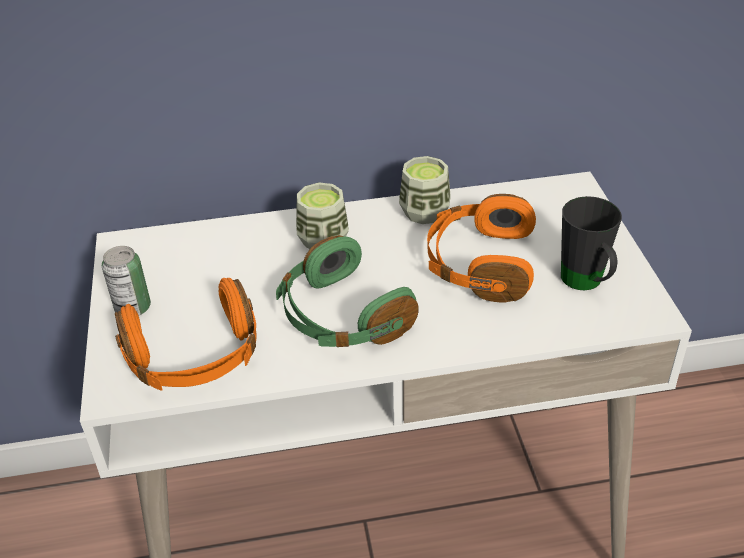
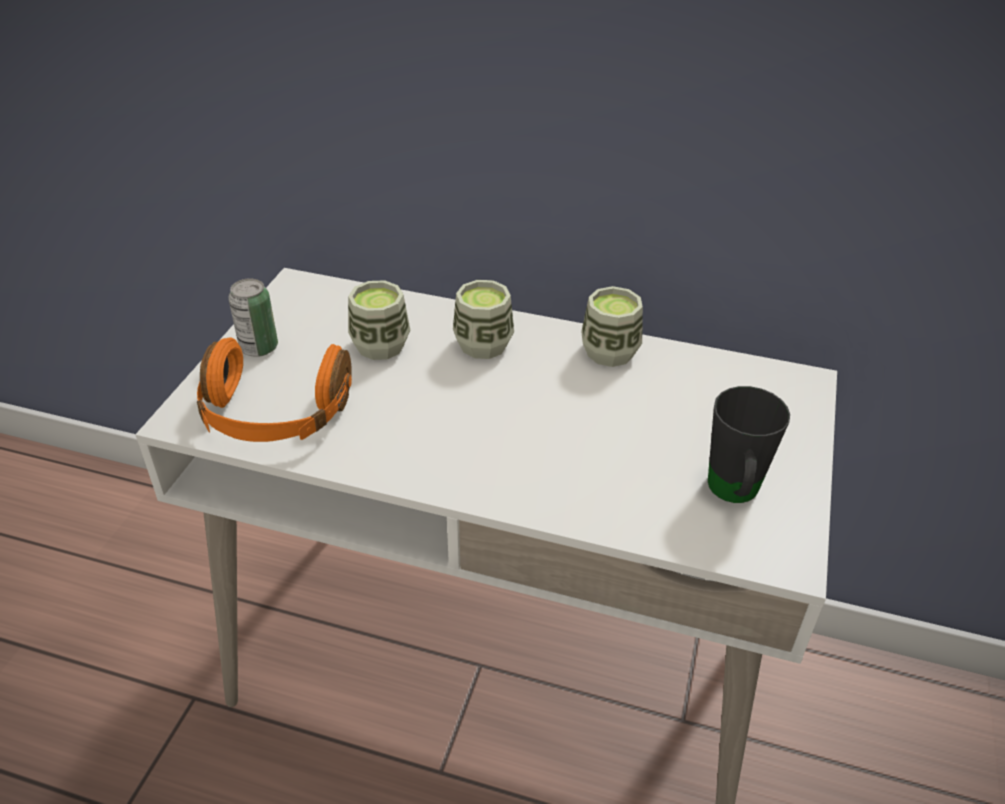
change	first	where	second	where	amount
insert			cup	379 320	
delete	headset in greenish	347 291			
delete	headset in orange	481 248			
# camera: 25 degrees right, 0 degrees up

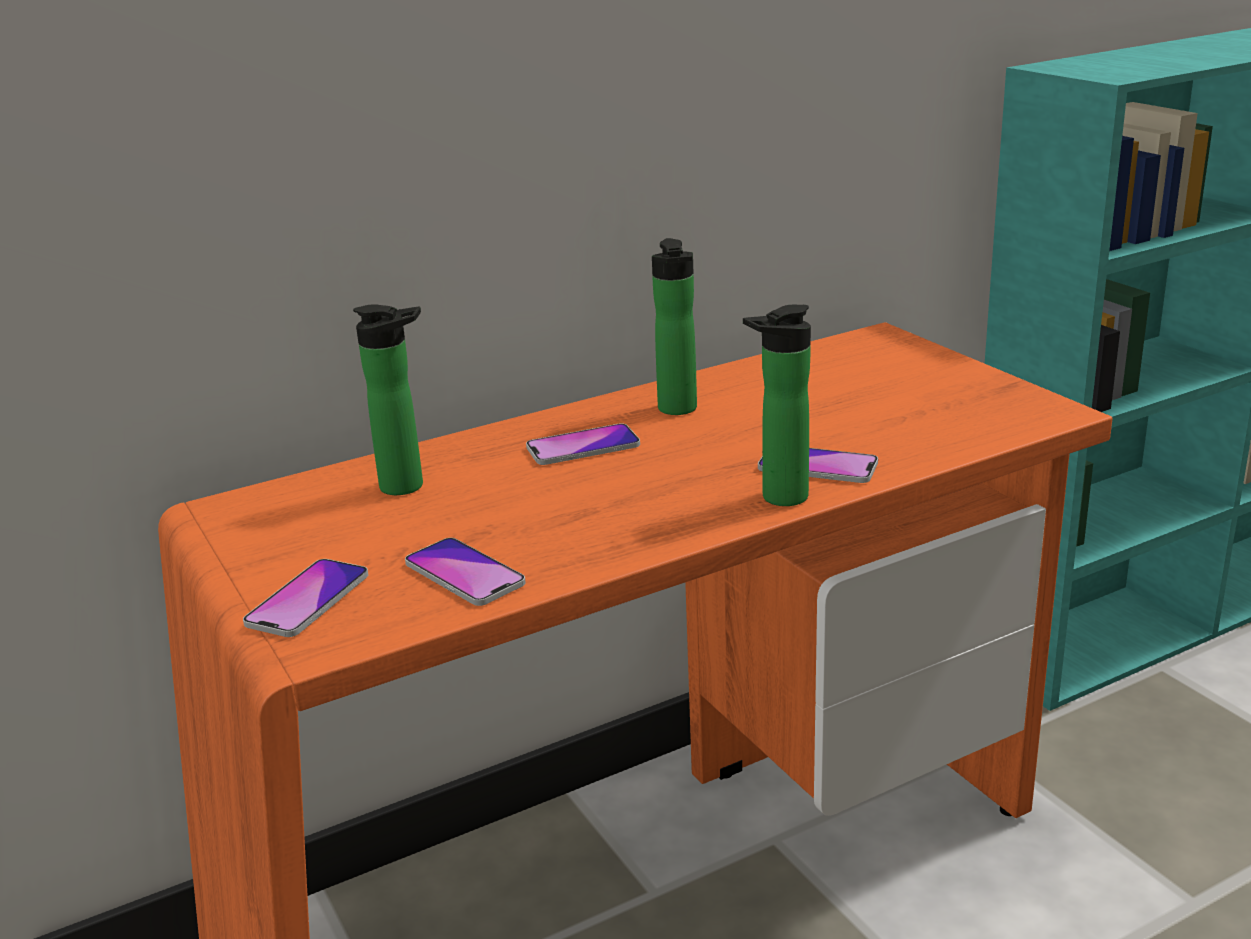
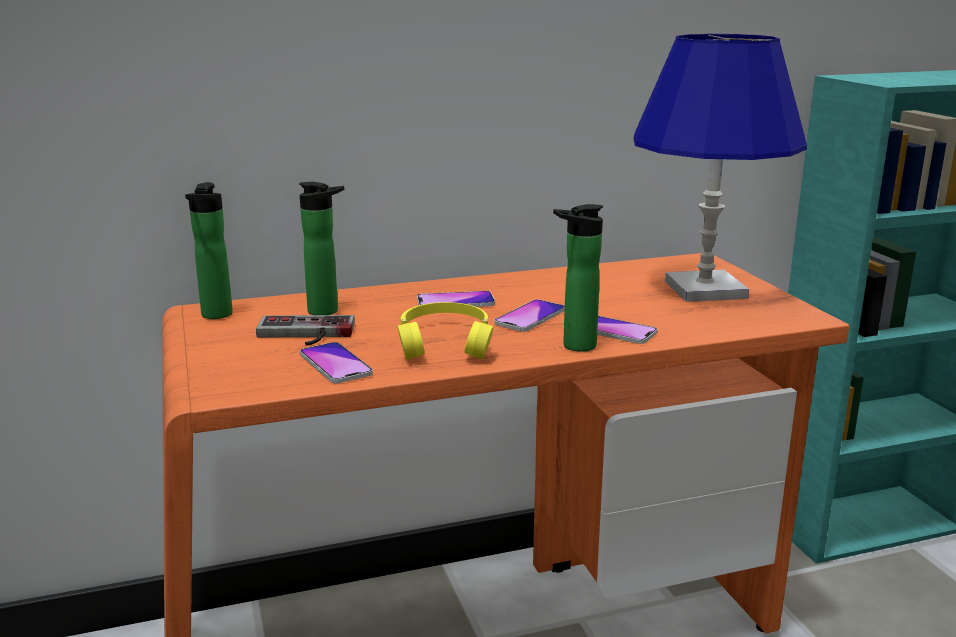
change	first	where	second	where	amount
move	drink bottle	674 326		209 250	
insert			game controller	305 330	
insert			headset in yellow	445 331	
move	telephone	305 598		529 315	
insert			tabletop lamp in blue	720 168	
# camera: 10 degrees right, 5 degrees down

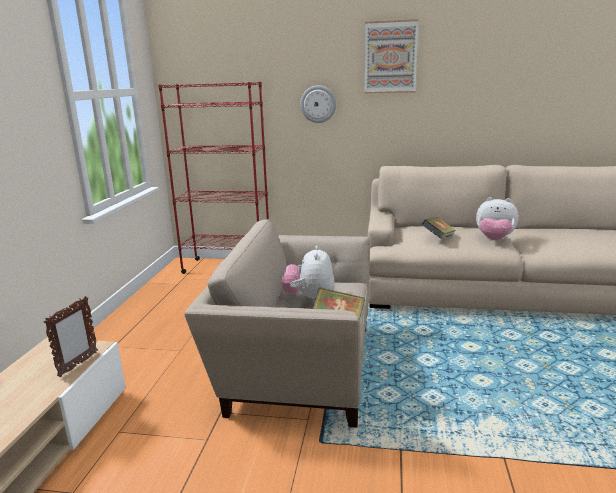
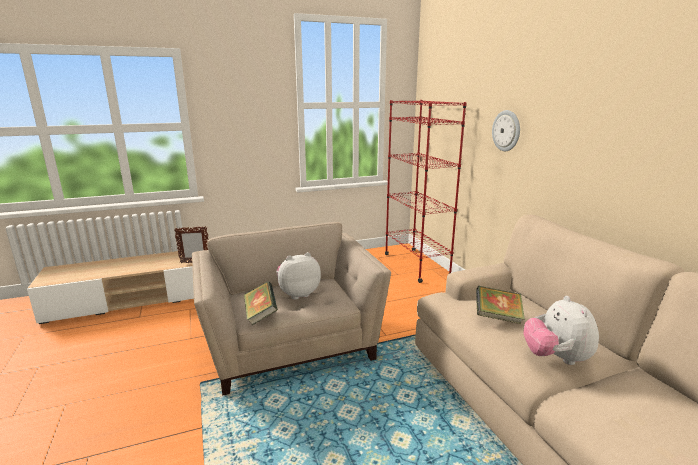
change	first	where	second	where	amount
delete	wall picture	392 56			
# camera: 60 degrees right, 0 degrees up

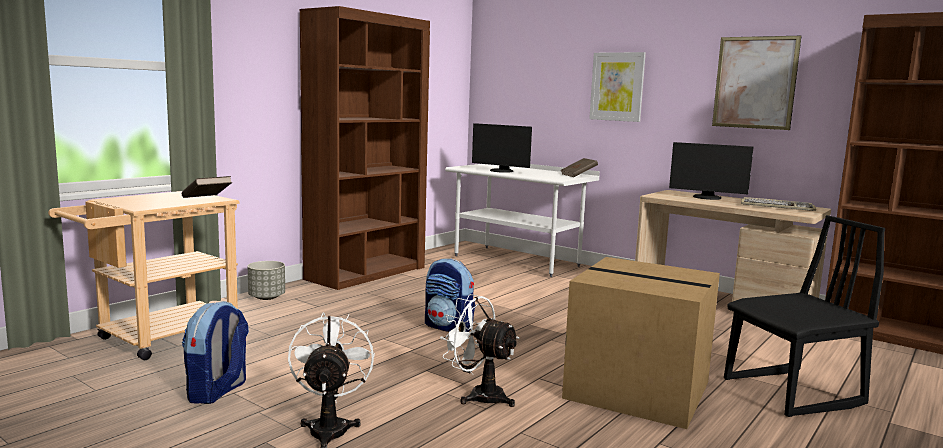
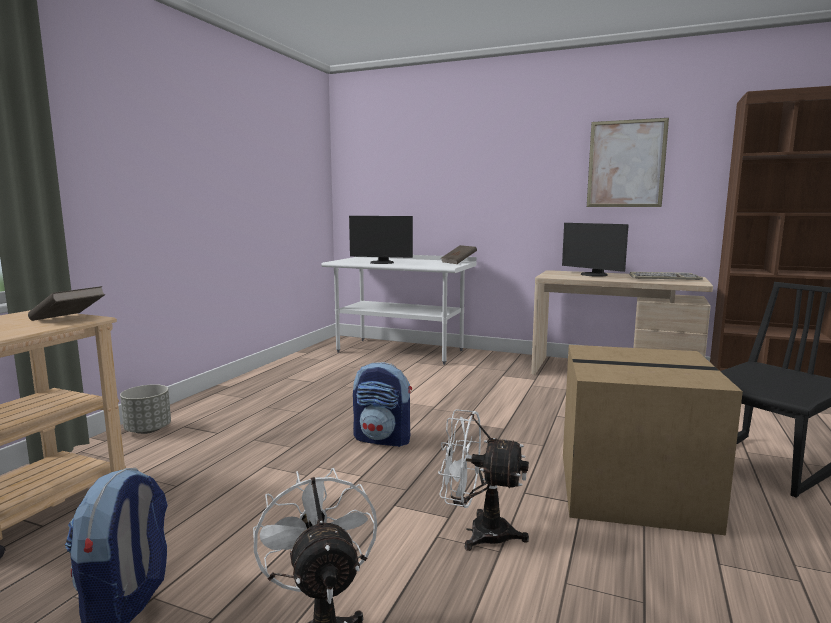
change	first	where	second	where	amount
rotate	computer display	711 171		595 250	45 degrees clockwise
delete	shelving unit in brownish	365 148			
delete	wall picture	617 87			
# camera: 15 degrees left, 0 degrees up

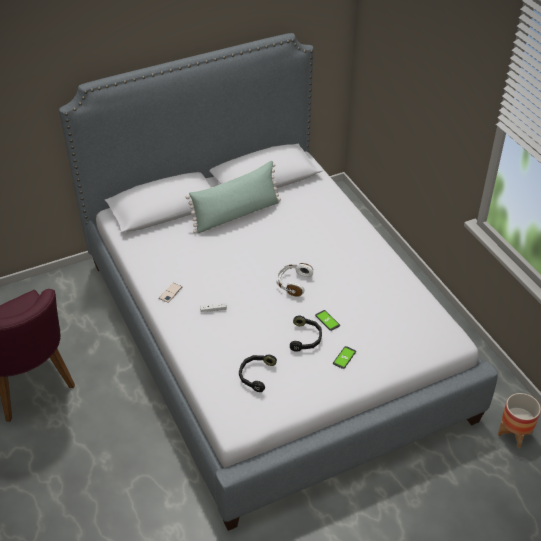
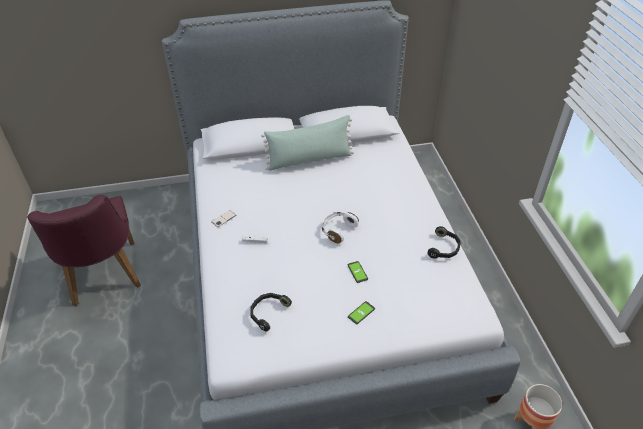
change	first	where	second	where	amount
move	headset in black-coloured	306 334		444 242	
# camera: 15 degrees right, 0 degrees up

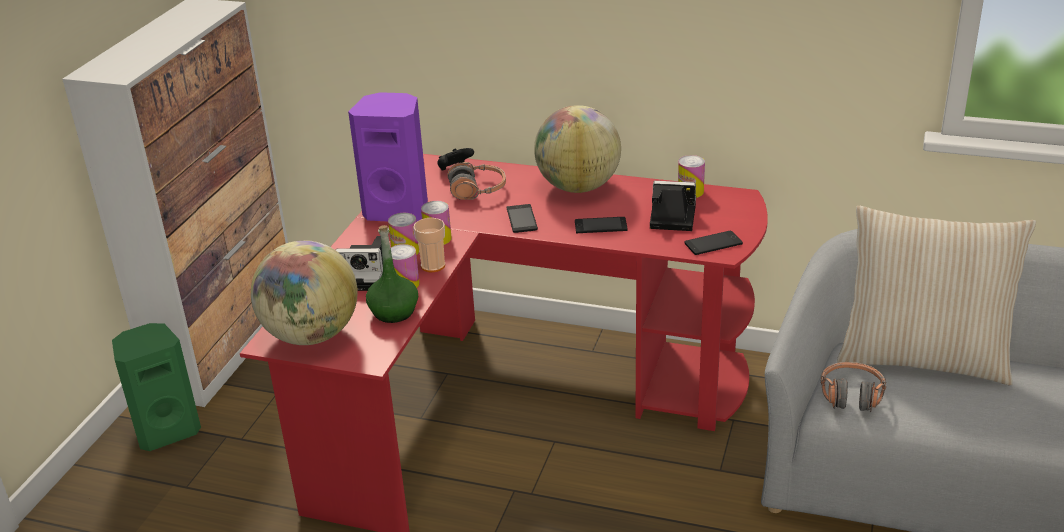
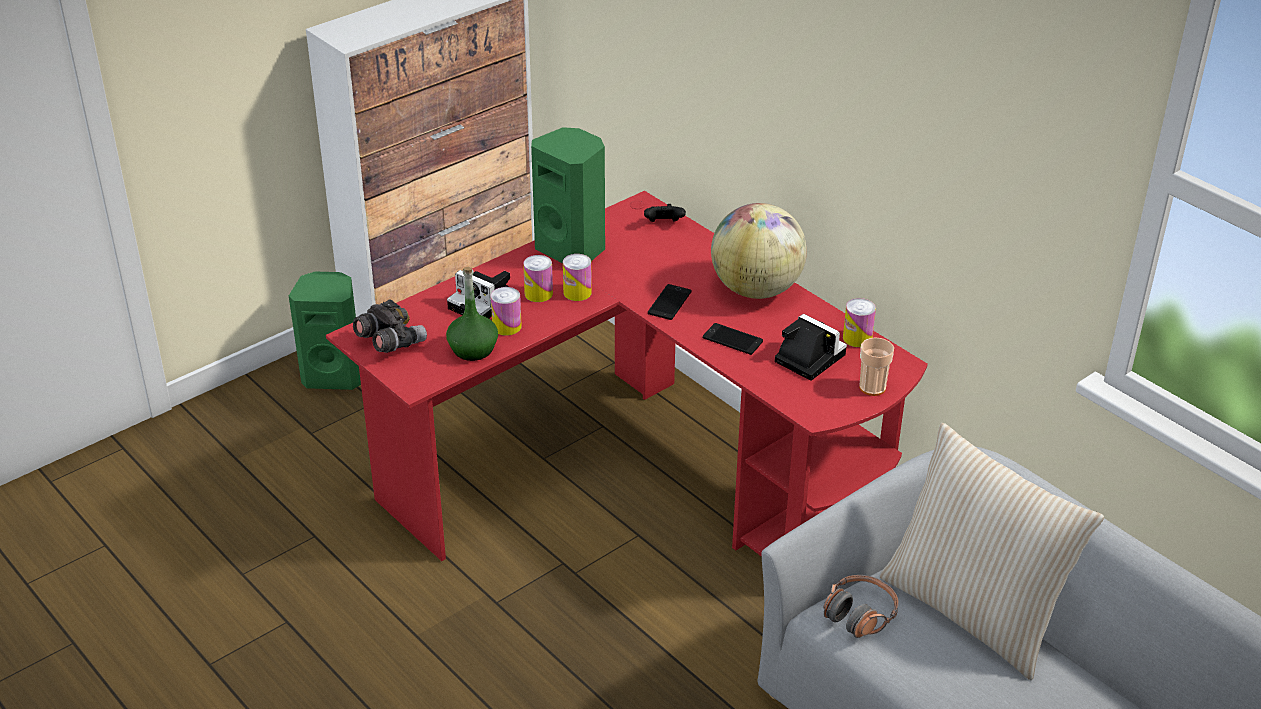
change	first	where	second	where	amount
replace	desk globe	304 292	binoculars in grey	390 326	
recolor	speaker in purplish	388 157	speaker in greenish	568 195	
move	cup	429 245		876 366	
delete	headset	477 181			
delete	telephone	713 243			
# camera: 30 degrees right, 5 degrees up

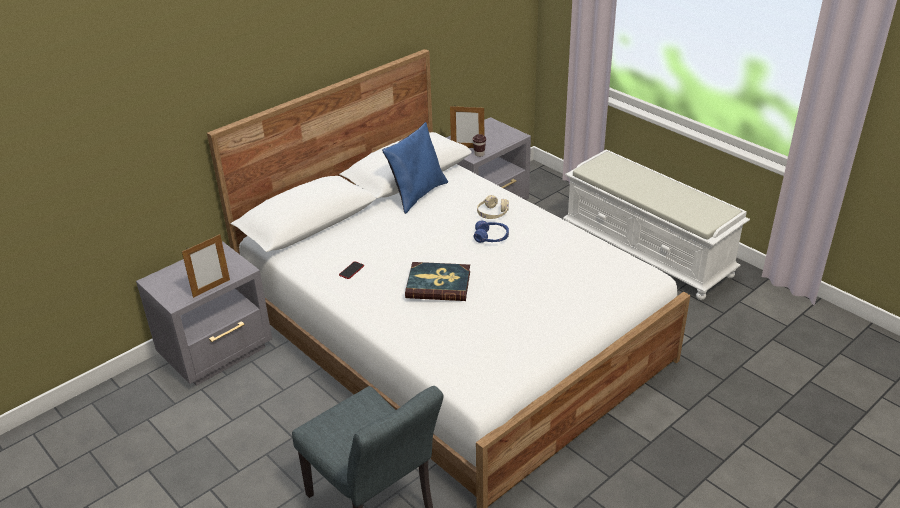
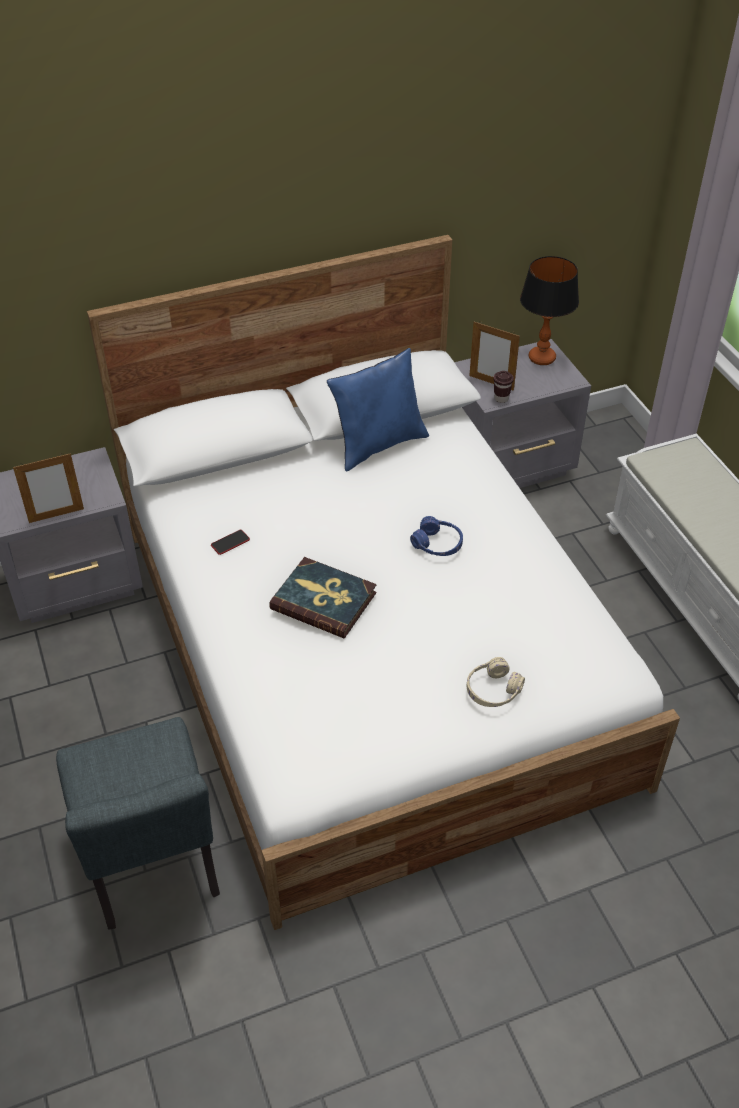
change	first	where	second	where	amount
move	headset in beige-coloured	493 207		496 682	
insert			tabletop lamp	549 310	
# camera: 20 degrees right, 10 degrees up

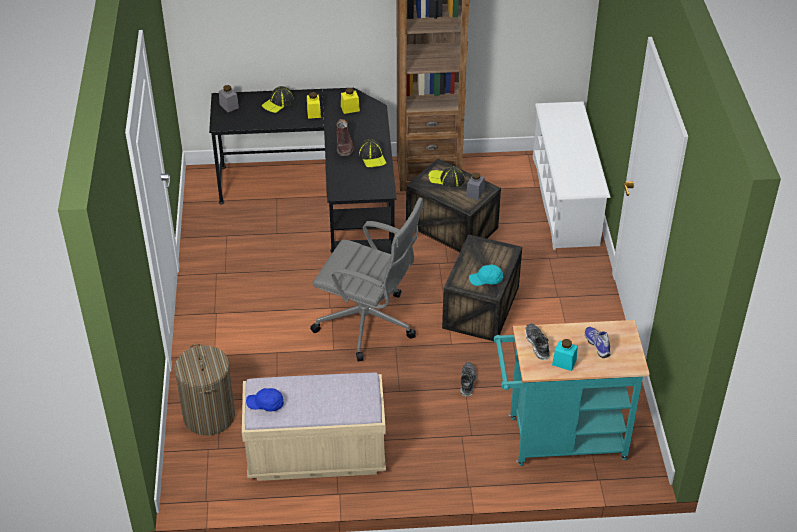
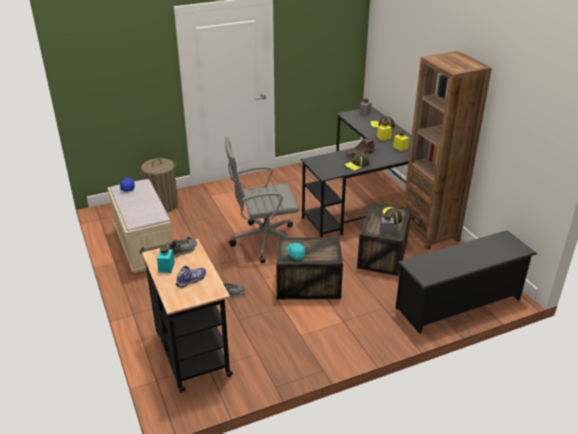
change	first	where	second	where	amount
recolor	cart in turquoise-coloured	572 393	cart in black-coloured	186 314	
rotate	desk chair in grey	366 280		262 200	75 degrees clockwise
recolor	shoe rack in whitish	572 176	shoe rack in black-coloured	466 282	
# camera: 70 degrees right, 10 degrees down

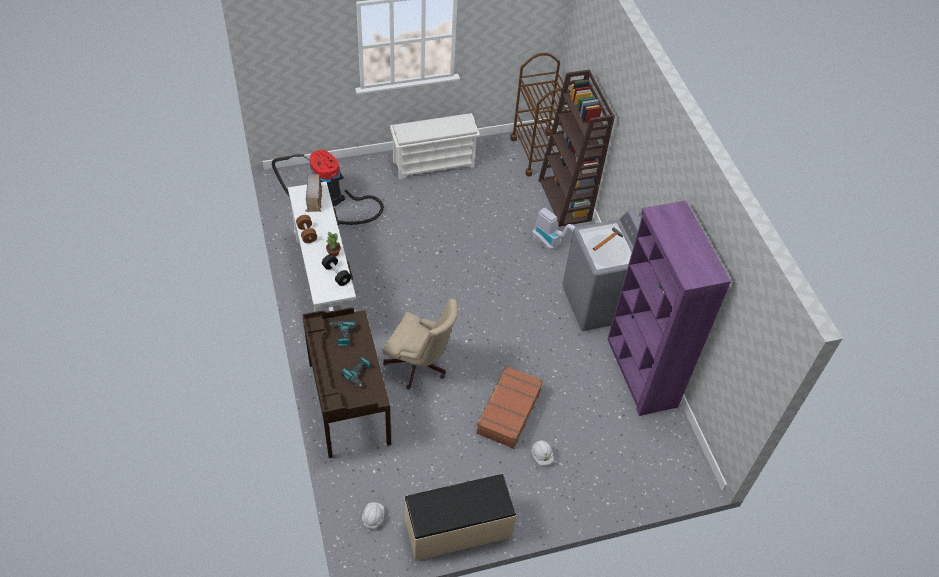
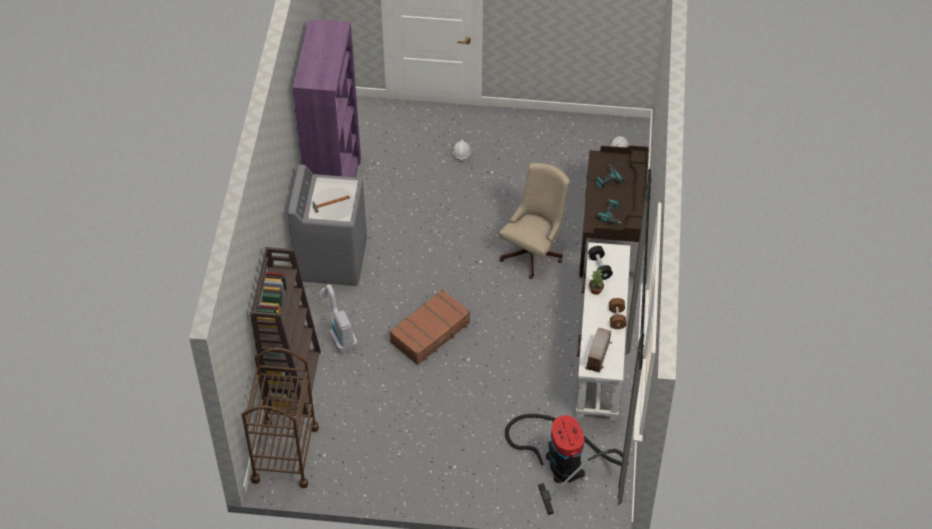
change	first	where	second	where	amount
move	piece of luggage in brownish	509 407		429 327	
rotate	desk chair in beige-coloured	420 344		534 221	75 degrees clockwise
delete	shoe rack in whitish	435 146			
delete	indoor bench in beige-coloured	460 517			
# camera: 155 degrees left, 0 degrees up

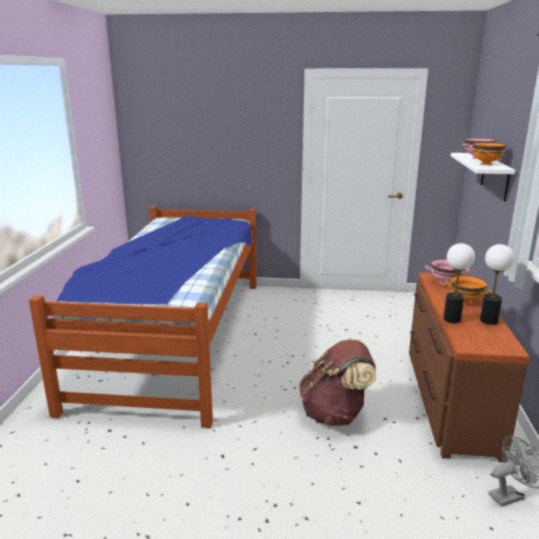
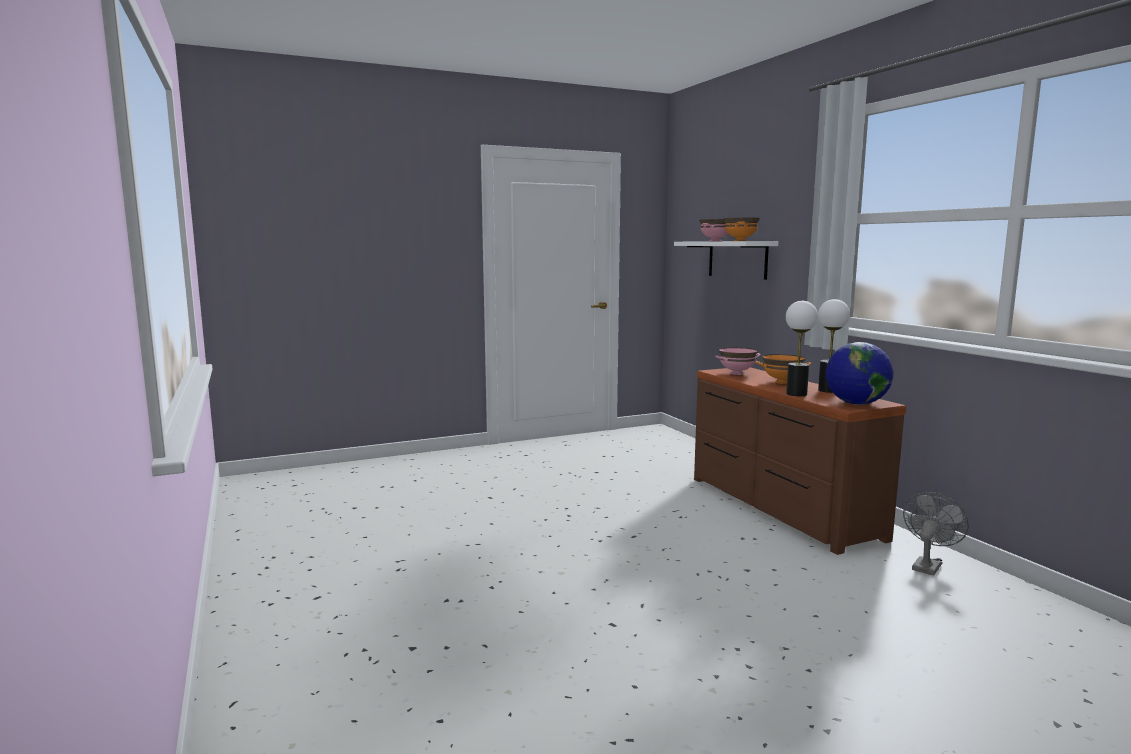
change	first	where	second	where	amount
insert			desk globe	860 373	
delete	sleeping bed	143 317			
delete	rucksack in brownish	337 382			
# camera: 30 degrees left, 10 degrees down

